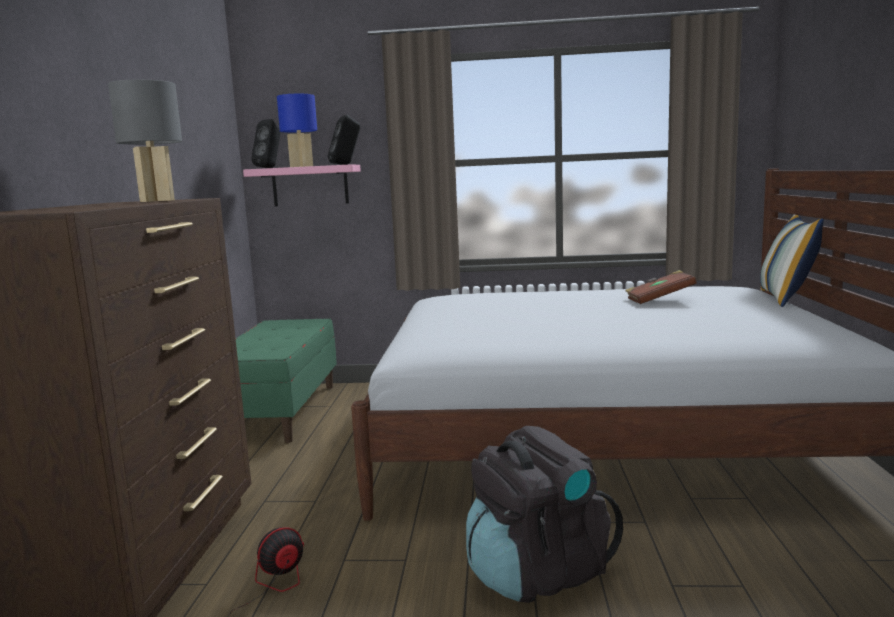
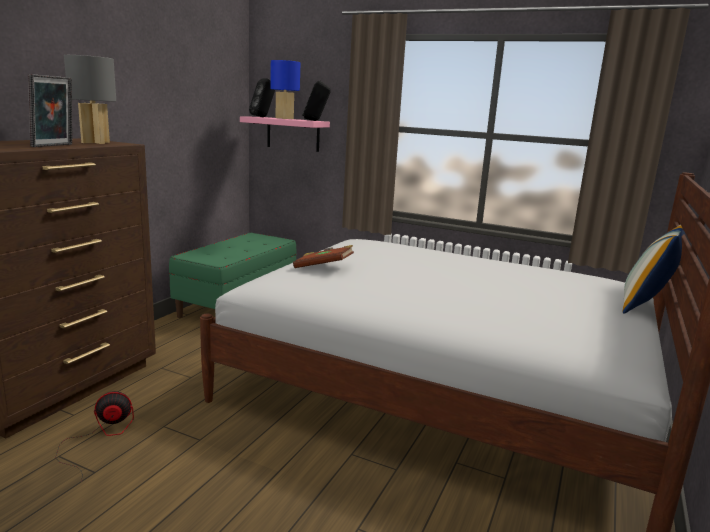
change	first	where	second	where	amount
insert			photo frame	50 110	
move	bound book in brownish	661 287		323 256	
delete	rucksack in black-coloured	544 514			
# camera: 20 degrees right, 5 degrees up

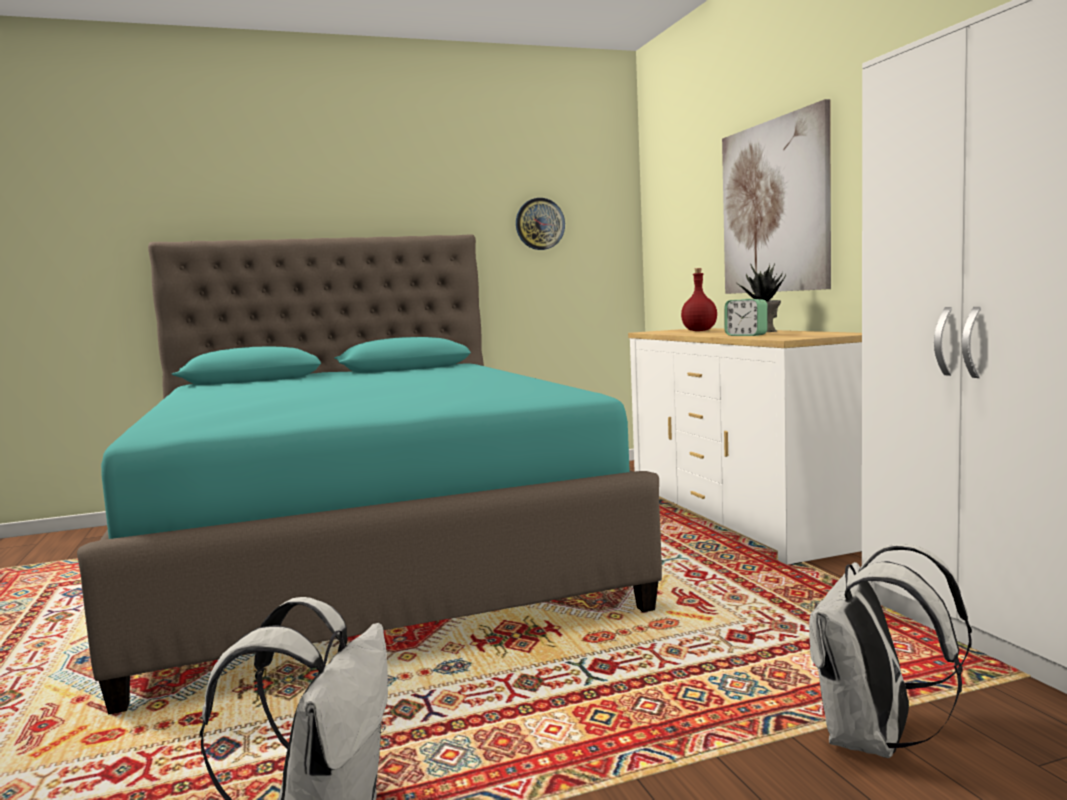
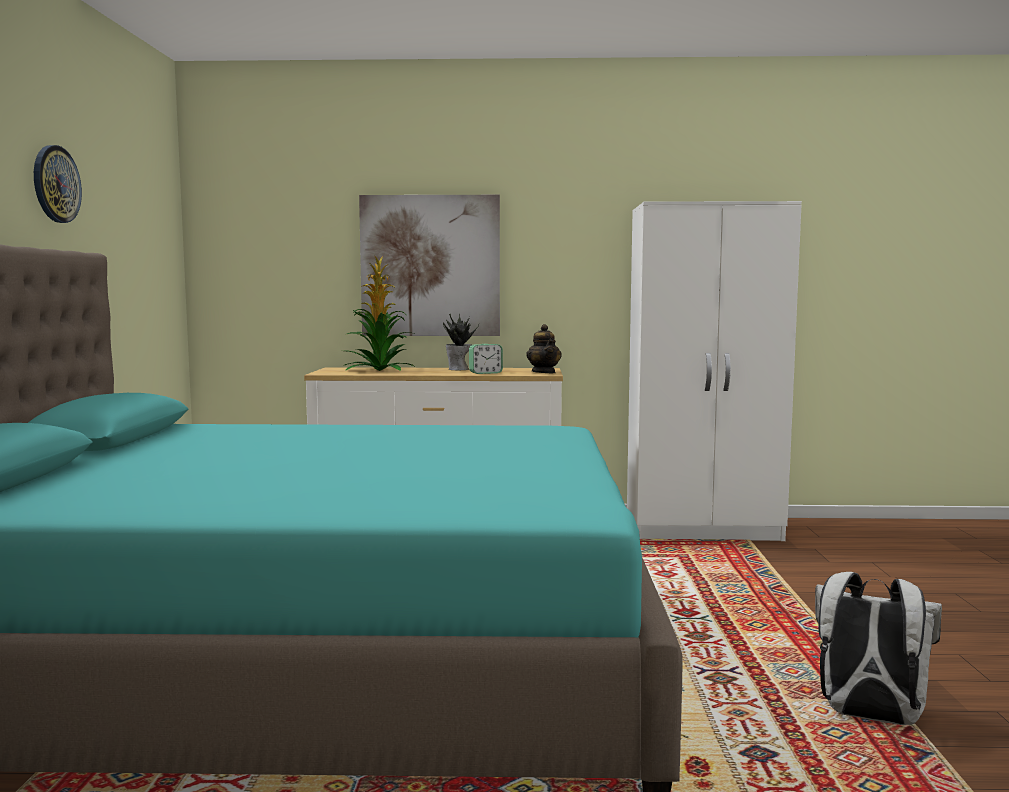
change	first	where	second	where	amount
move	wall clock	540 224		58 184	
replace	drink bottle in reddish	699 299	houseplant	378 313	
insert			pot for tea	544 348	
delete	rucksack in whitish	890 651			
# camera: 70 degrees left, 0 degrees up

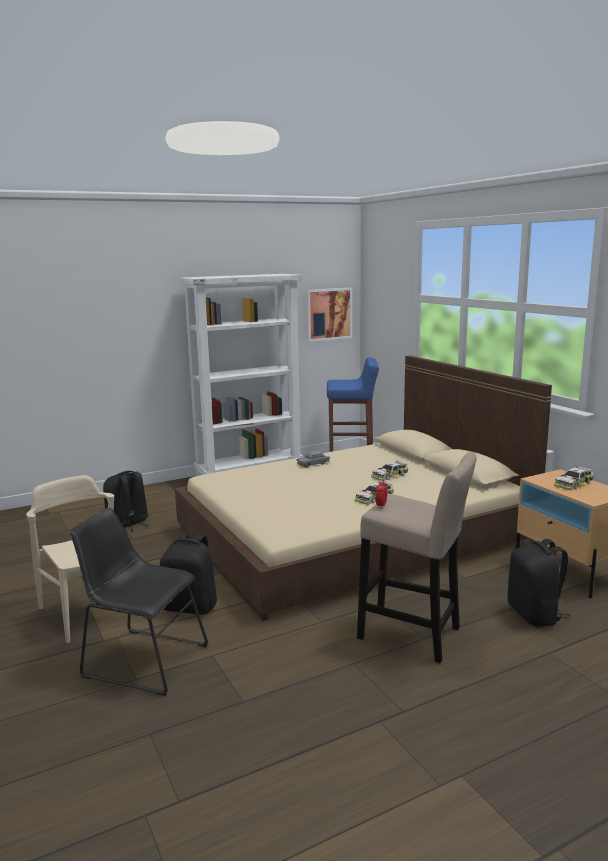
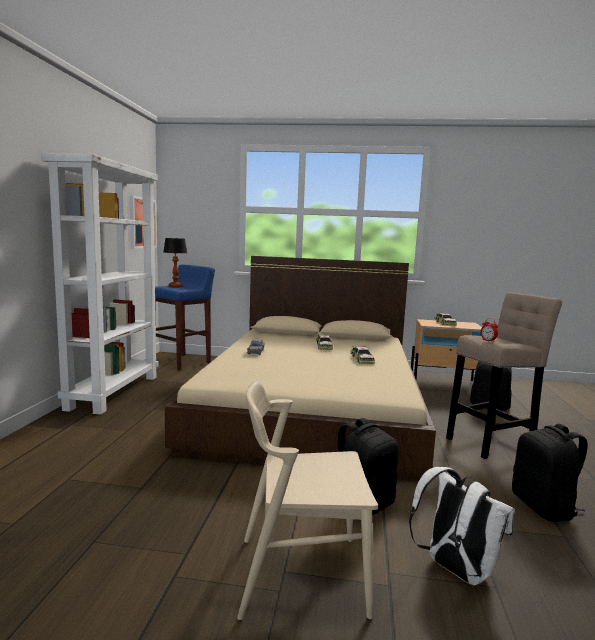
change	first	where	second	where	amount
insert			tabletop lamp	175 262	
replace	plain chair in black-coloured	139 602	rucksack in whitish	461 526	
move	rucksack in black-coloured	126 501		550 473	
# camera: 55 degrees left, 5 degrees down

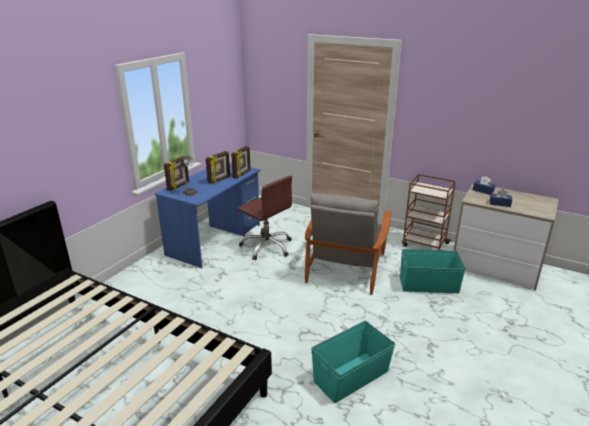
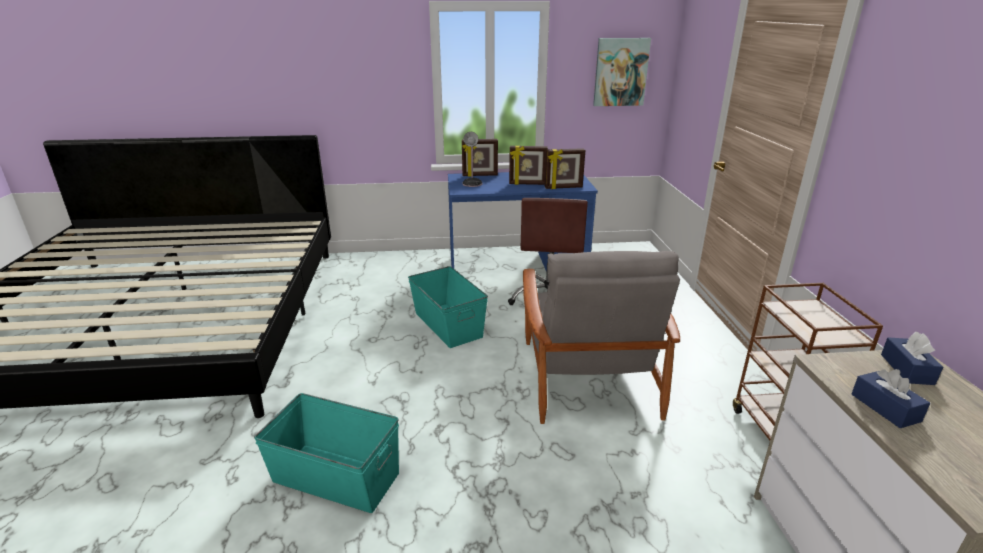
change	first	where	second	where	amount
move	storage container in turquoise-coloured	433 271		448 307	
rotate	armchair in grey	348 244		601 337	75 degrees counterclockwise
insert			wall picture	622 72	
# camera: 55 degrees right, 0 degrees up

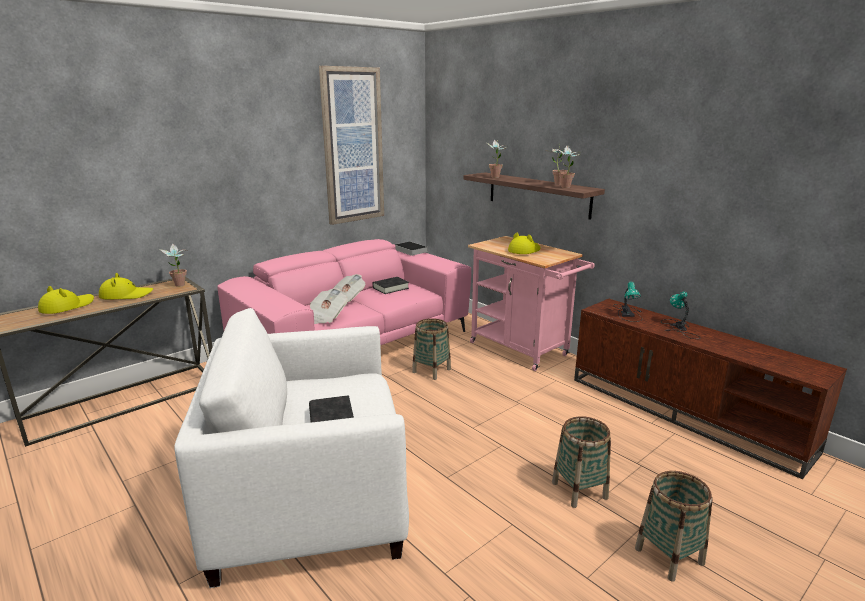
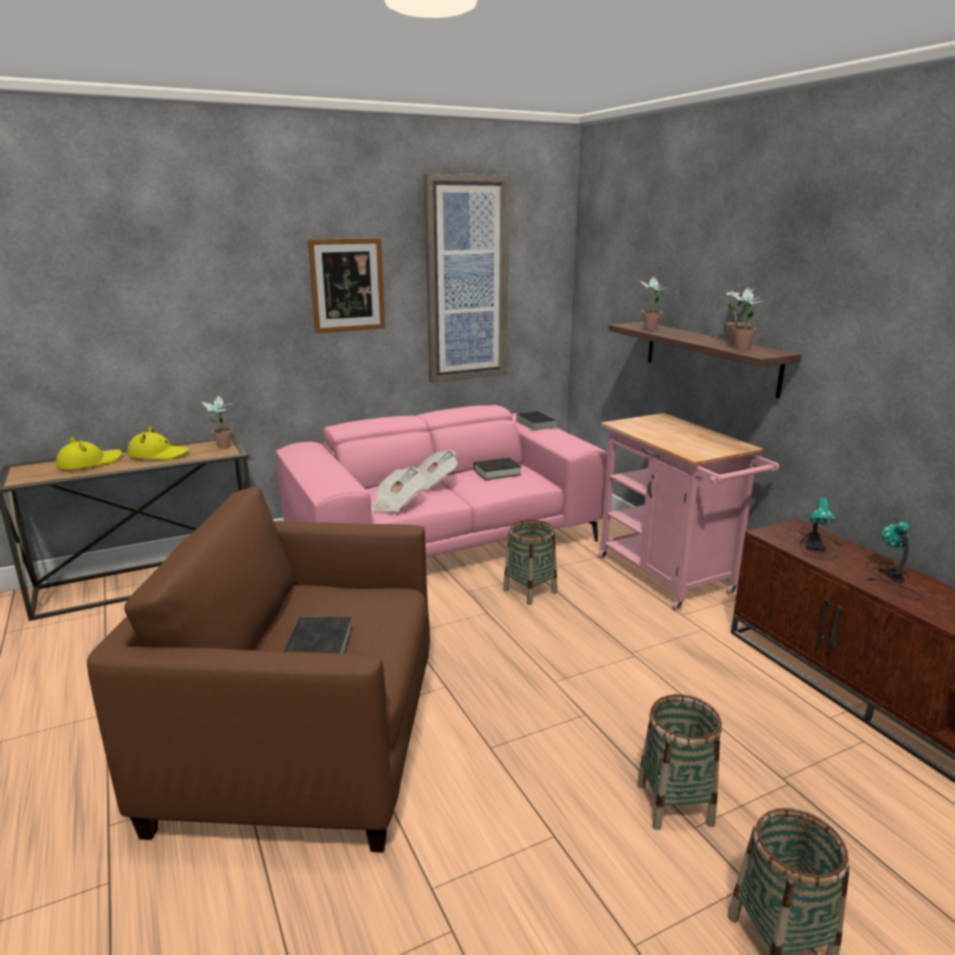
change	first	where	second	where	amount
recolor	armchair in whitish	291 448	armchair in brownish	258 670	
insert			wall picture	346 285	
delete	wearable hat in yellow	524 243			
# camera: 15 degrees right, 0 degrees up

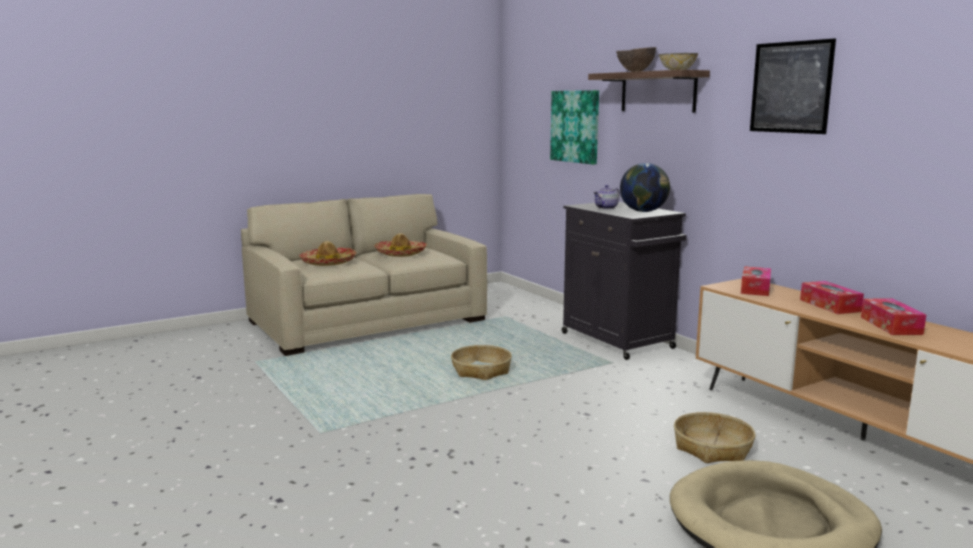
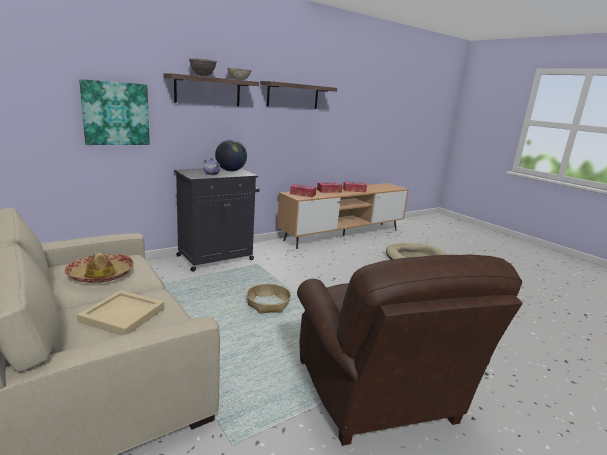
change	first	where	second	where	amount
replace	wearable hat	327 253	tray in beige-coloured	120 312	
replace	wall picture	793 86	shelf	298 95	
insert			armchair in brownish	410 350	
delete	basket	715 437			
# camera: 95 degrees left, 5 degrees up

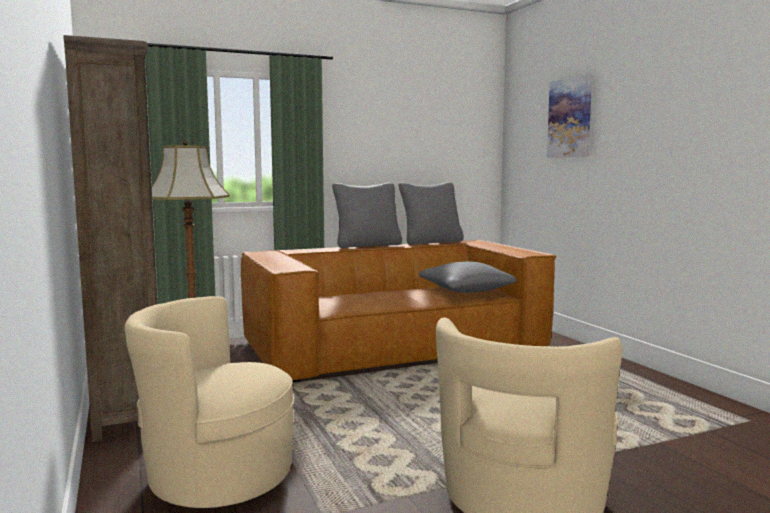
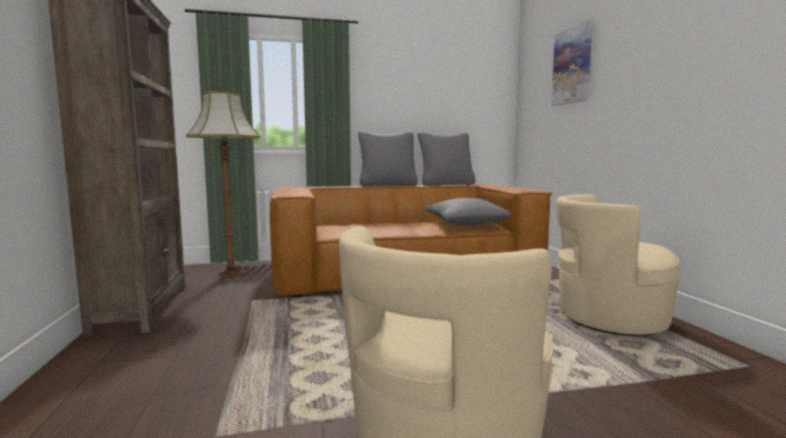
change	first	where	second	where	amount
move	armchair in beige-coloured	209 402		618 265	
# camera: 10 degrees right, 0 degrees up

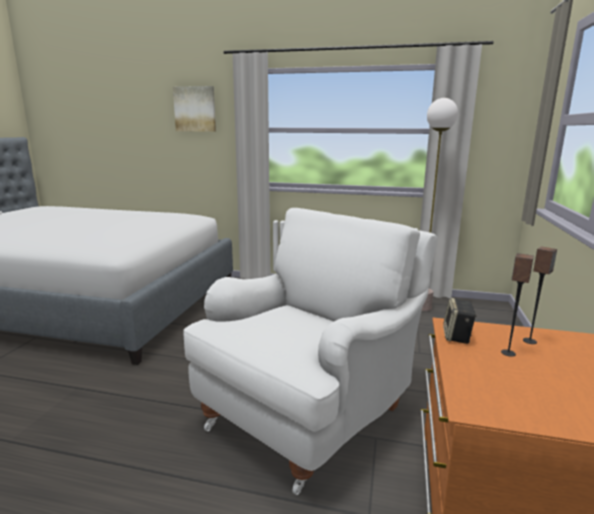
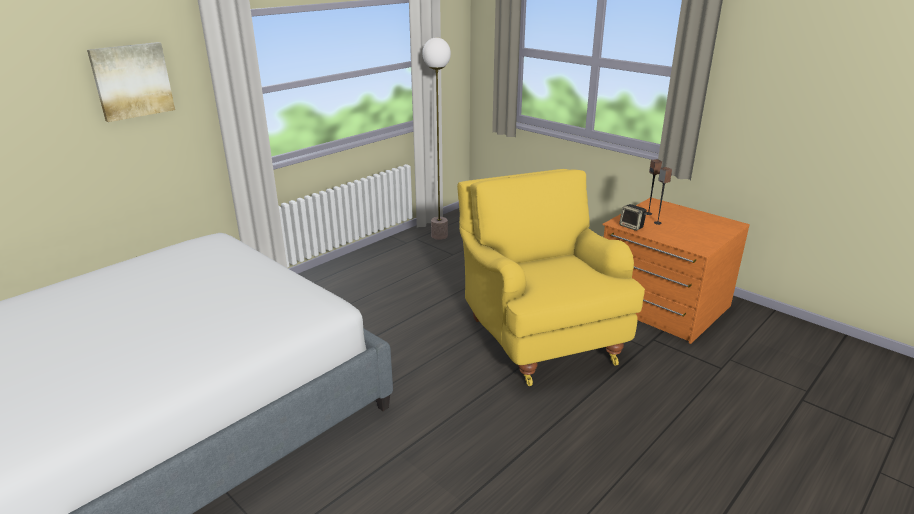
change	first	where	second	where	amount
recolor	armchair in whitish	310 351	armchair in yellow	551 277	
# camera: 60 degrees left, 10 degrees up

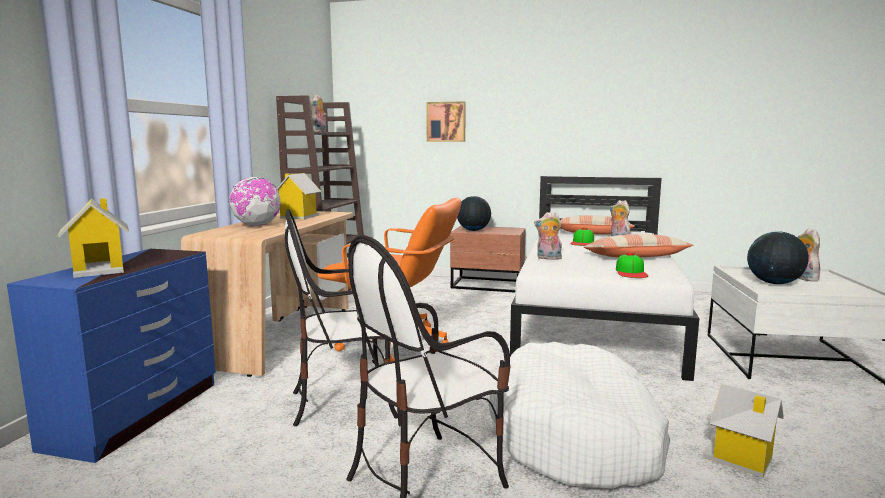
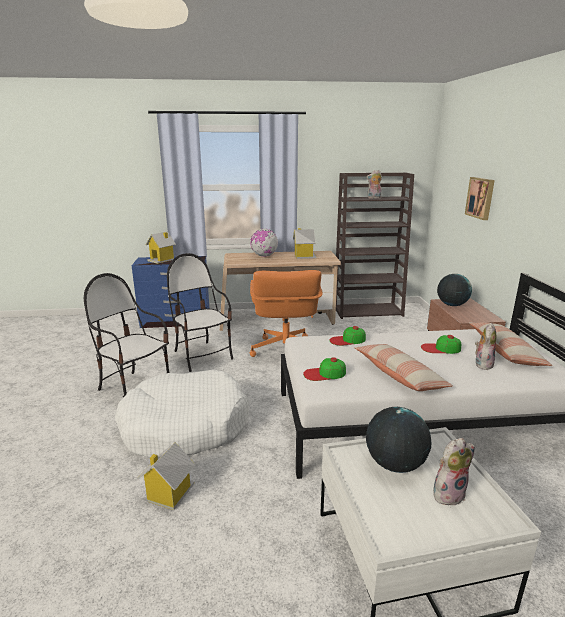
change	first	where	second	where	amount
replace	soft toy	548 236	cap	347 336	
# camera: 70 degrees right, 10 degrees up

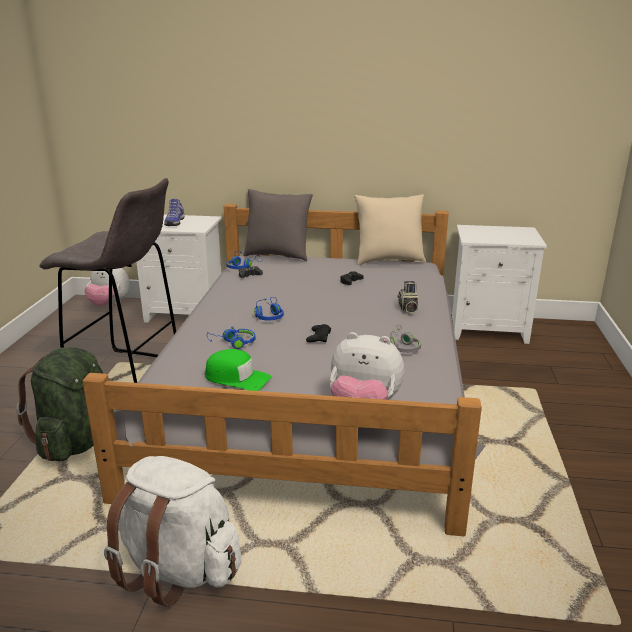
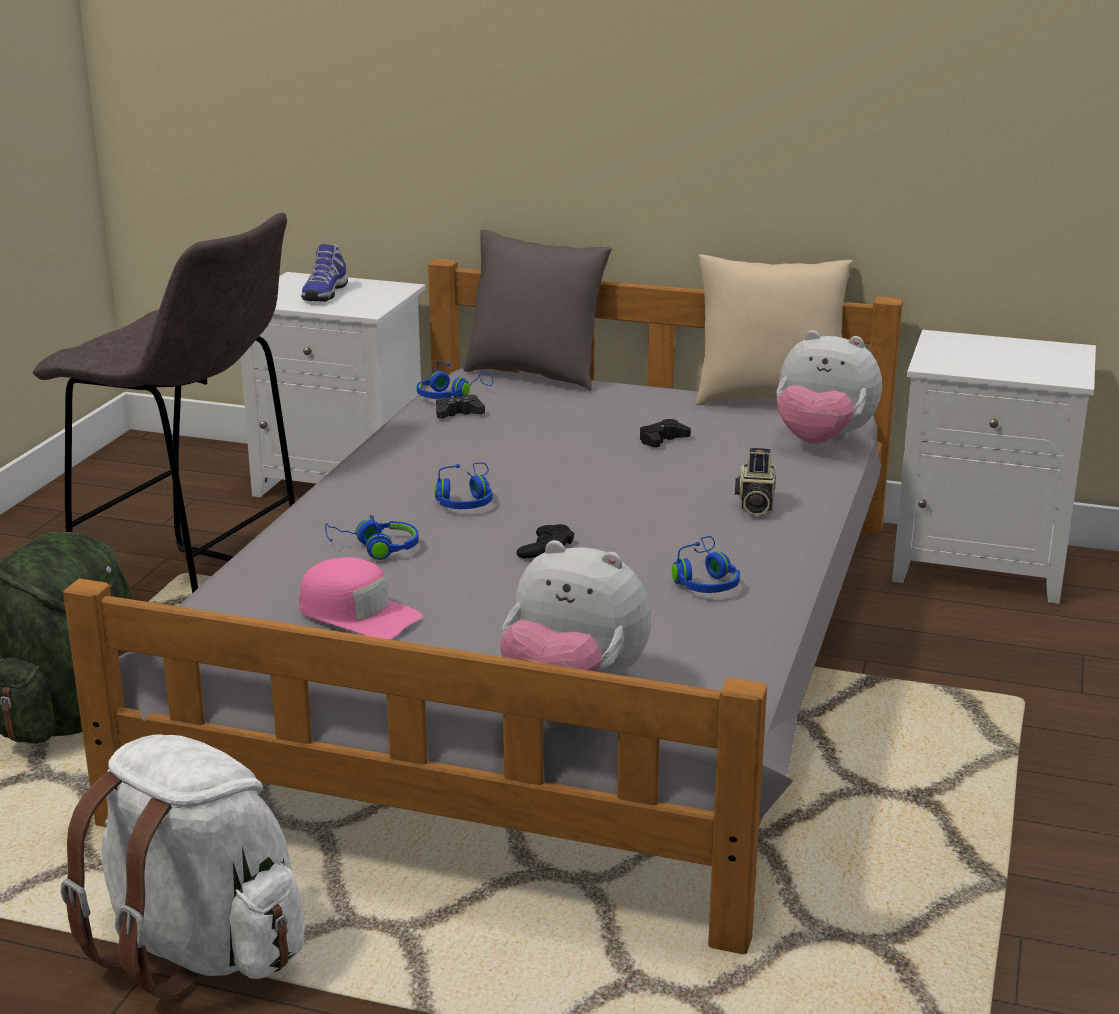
change	first	where	second	where	amount
recolor	cap in greenish	238 370	cap in pinkish	361 598	
recolor	headset in grey	405 339	headset in blue	706 564	
move	soft toy	107 287		829 387	
# camera: 10 degrees right, 0 degrees up

